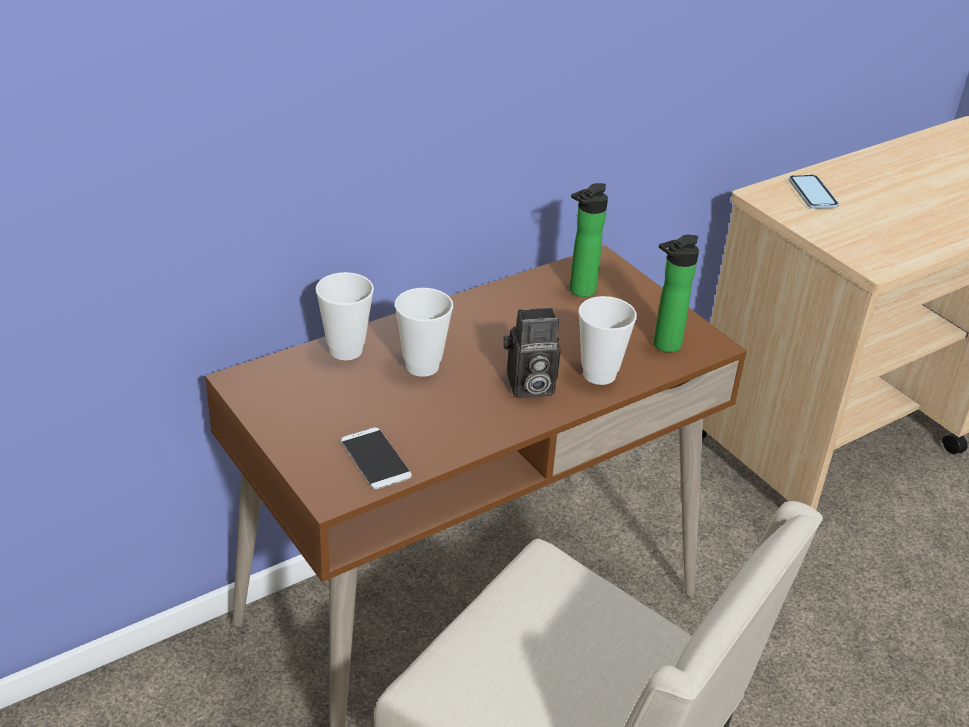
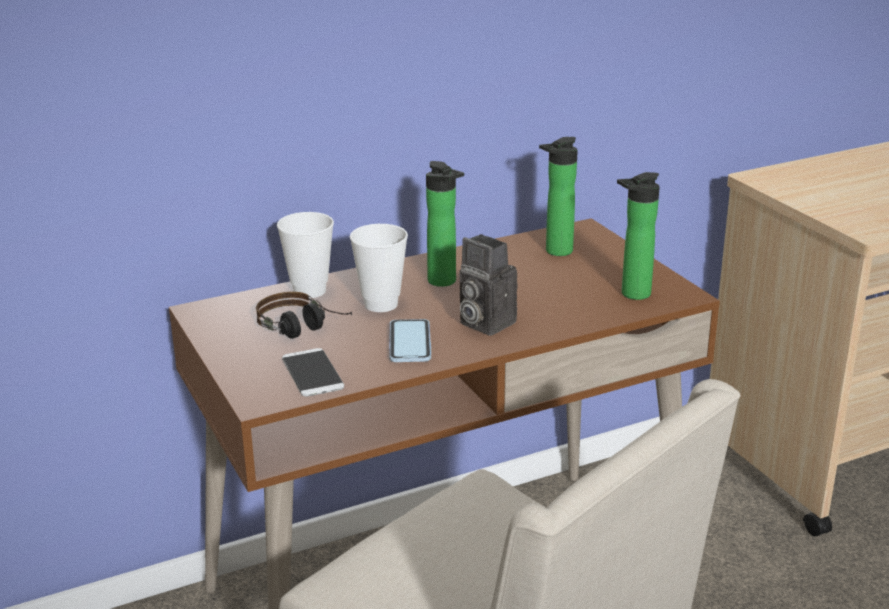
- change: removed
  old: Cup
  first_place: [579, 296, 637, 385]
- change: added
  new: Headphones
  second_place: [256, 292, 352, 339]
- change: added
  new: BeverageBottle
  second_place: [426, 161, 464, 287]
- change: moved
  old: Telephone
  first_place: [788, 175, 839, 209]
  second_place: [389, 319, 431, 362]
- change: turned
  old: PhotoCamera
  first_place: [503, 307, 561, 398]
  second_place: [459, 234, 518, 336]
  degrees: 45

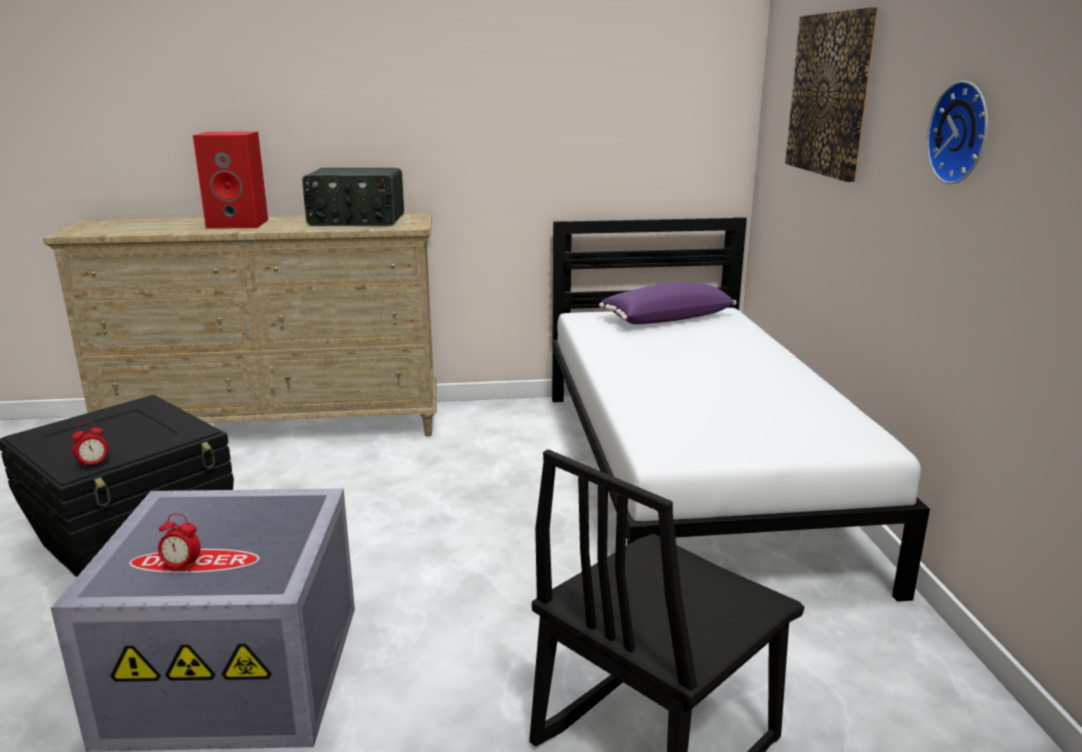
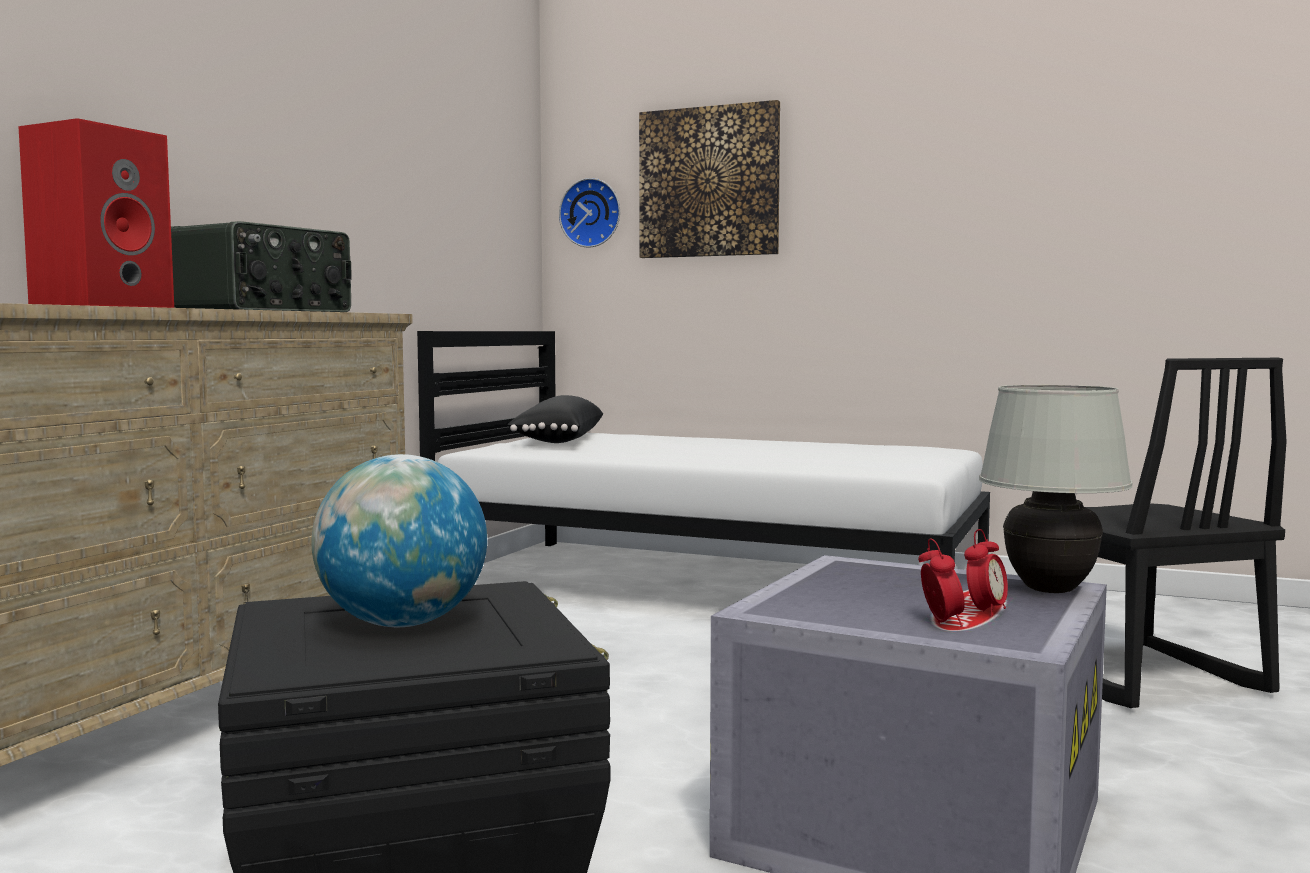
- change: added
  new: DeskGlobe
  second_place: [311, 454, 487, 627]
- change: added
  new: WhiteTableLamp
  second_place: [979, 385, 1132, 593]
- change: moved
  old: TableClock
  first_place: [71, 422, 108, 470]
  second_place: [918, 538, 965, 627]
- change: moved
  old: HangingClock
  first_place: [927, 81, 988, 184]
  second_place: [559, 178, 620, 247]
- change: recoloured
  old: PurpleCushion
  new: BlackCushion
  first_place: [599, 282, 736, 324]
  second_place: [507, 395, 603, 443]

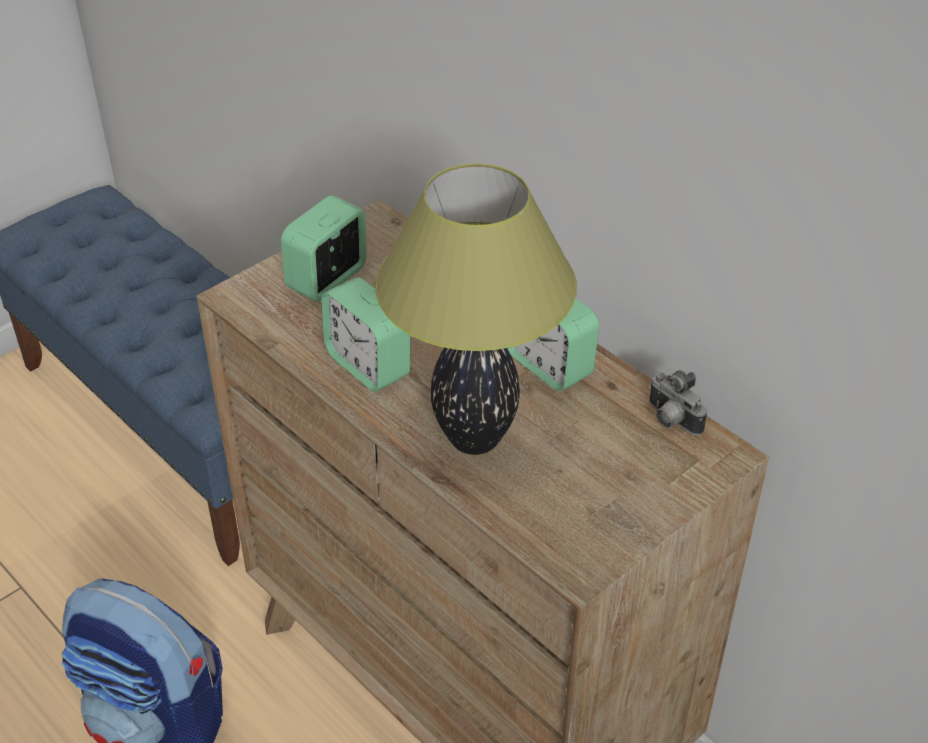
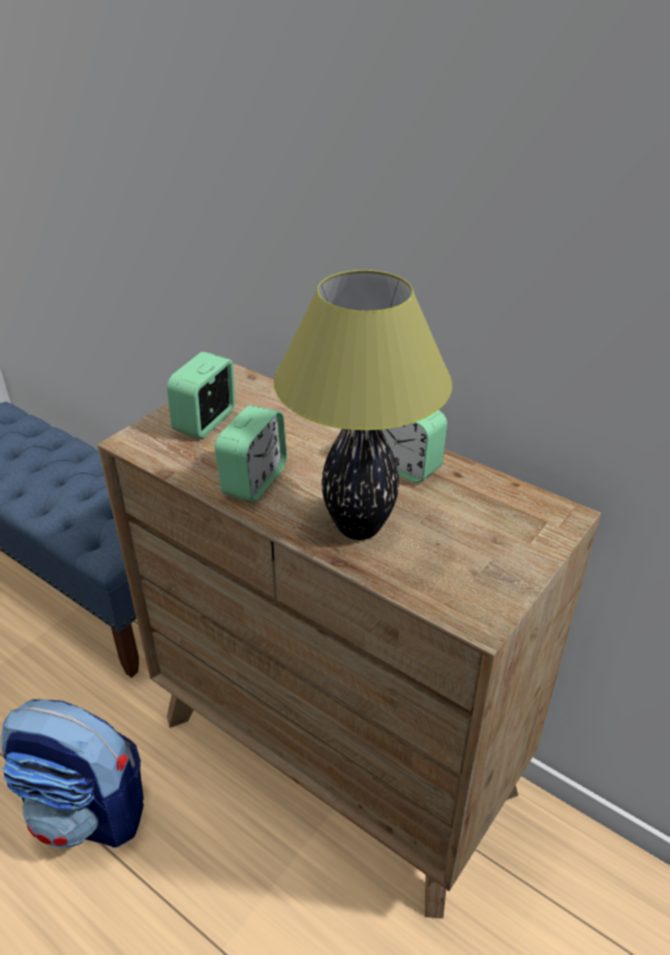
- change: removed
  old: PhotoCamera
  first_place: [649, 370, 707, 436]
- change: turned
  old: TableClock
  first_place: [321, 277, 410, 392]
  second_place: [215, 405, 287, 502]
  degrees: -105

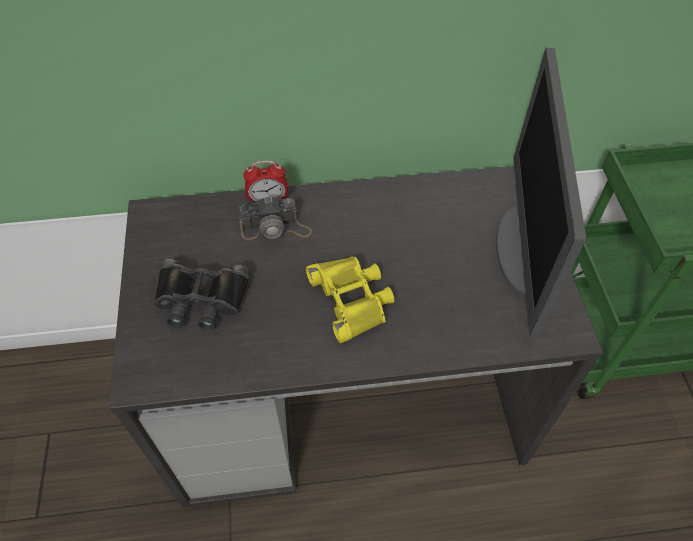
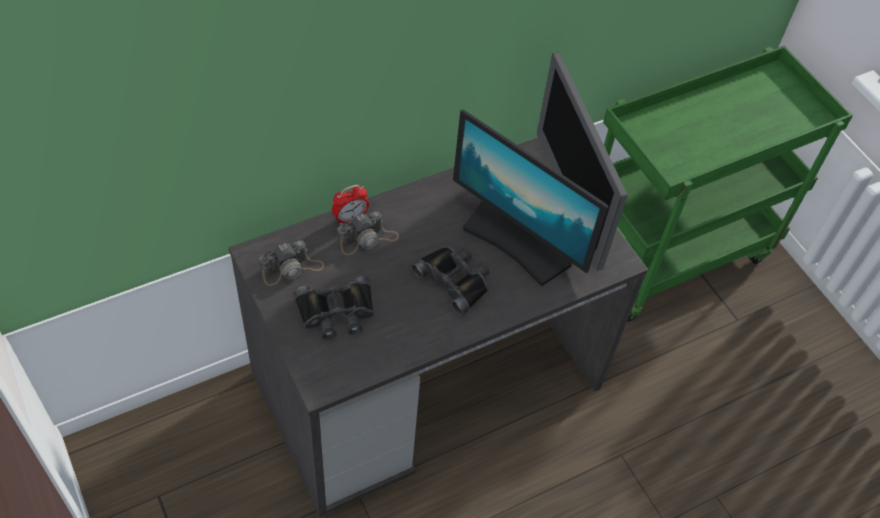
- change: added
  new: PhotoCamera
  second_place: [259, 240, 324, 286]
- change: added
  new: ComputerDisplay
  second_place: [453, 109, 609, 287]
- change: recoloured
  old: YellowishBinoculars
  new: BlackBinoculars
  first_place: [306, 257, 394, 343]
  second_place: [411, 246, 489, 315]

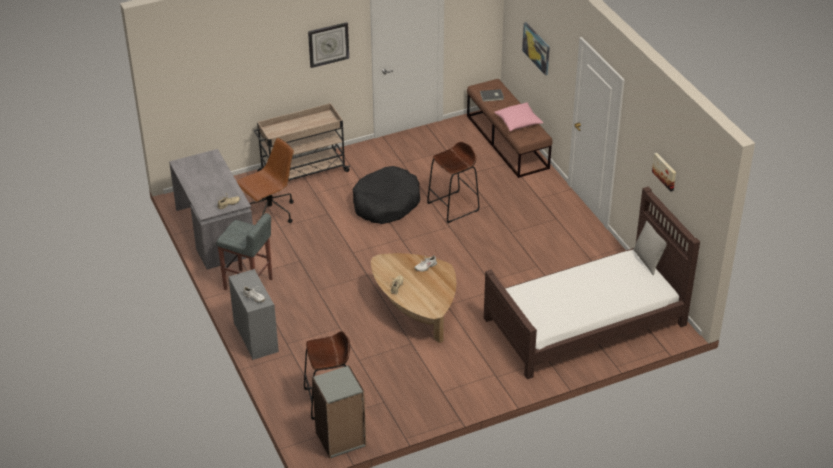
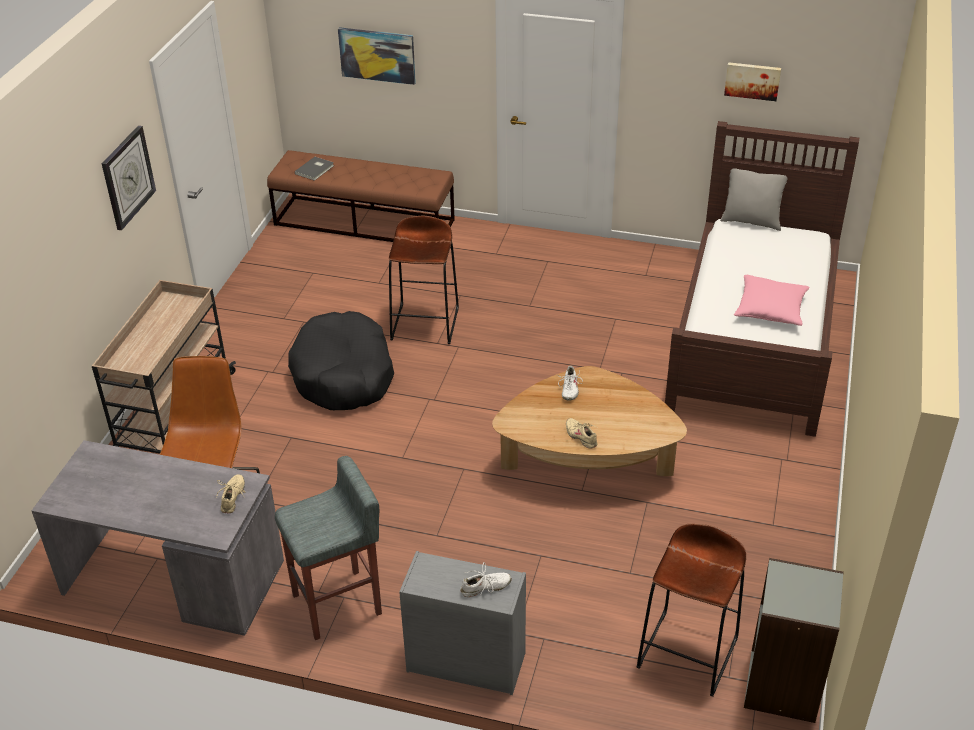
- change: moved
  old: PinkCushion
  first_place: [494, 102, 543, 131]
  second_place: [734, 275, 810, 326]

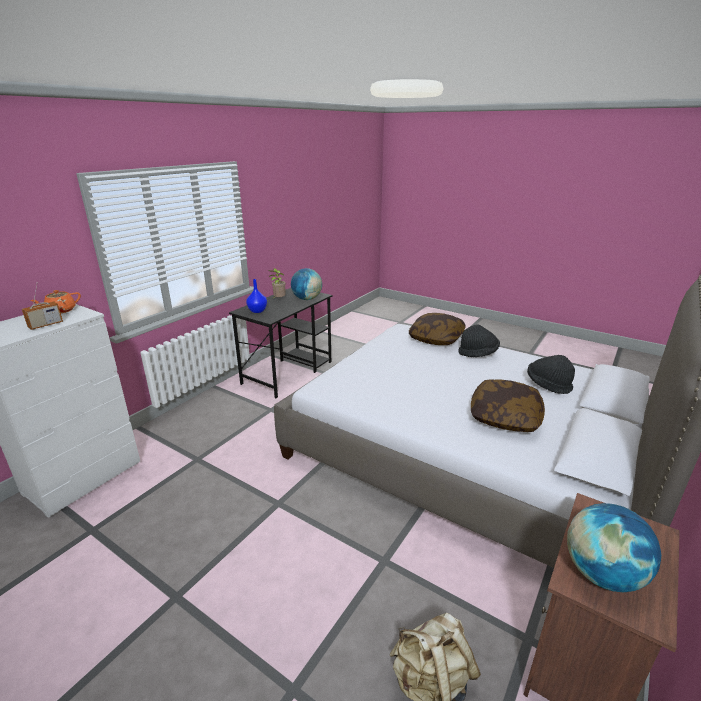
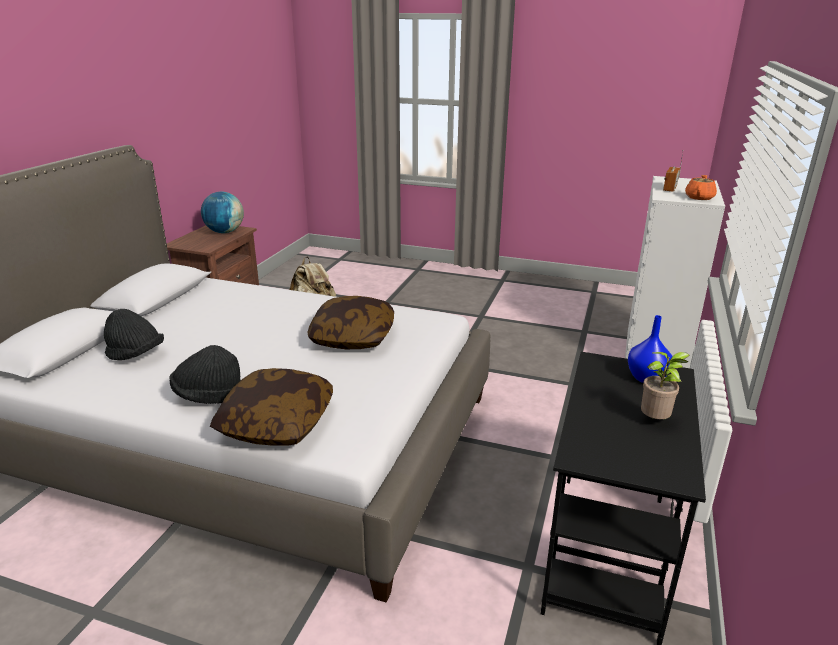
- change: removed
  old: DeskGlobe
  first_place: [291, 268, 322, 300]
- change: moved
  old: Cushion
  first_place: [471, 379, 545, 432]
  second_place: [307, 296, 394, 349]

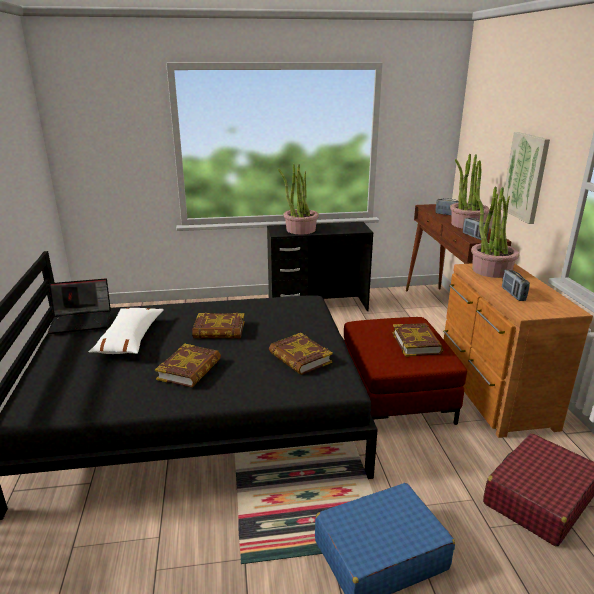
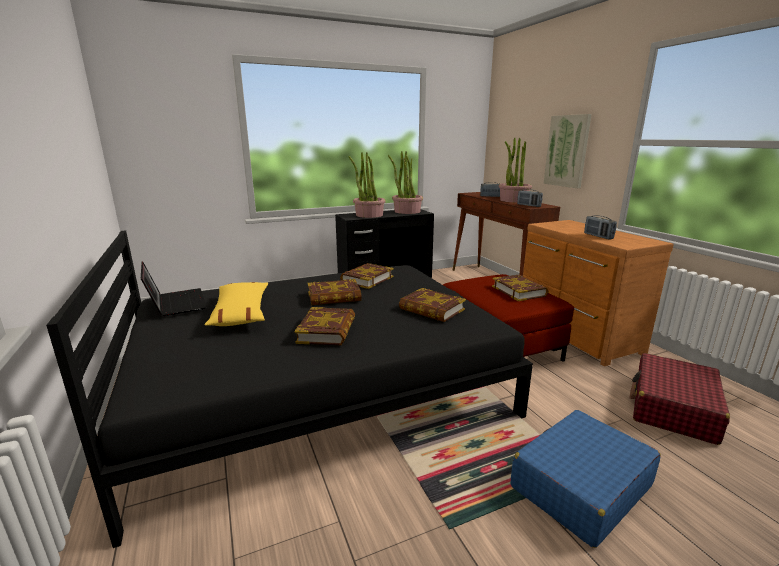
- change: added
  new: Book
  second_place: [340, 263, 394, 289]
- change: moved
  old: PlantInAPot
  first_place: [471, 186, 520, 278]
  second_place: [388, 151, 423, 214]
- change: recoloured
  old: WhiteCushion
  new: YellowishCushion
  first_place: [89, 308, 164, 354]
  second_place: [204, 282, 268, 326]
- change: turned
  old: PortableComputer
  first_place: [48, 278, 111, 334]
  second_place: [141, 261, 207, 316]
  degrees: -90

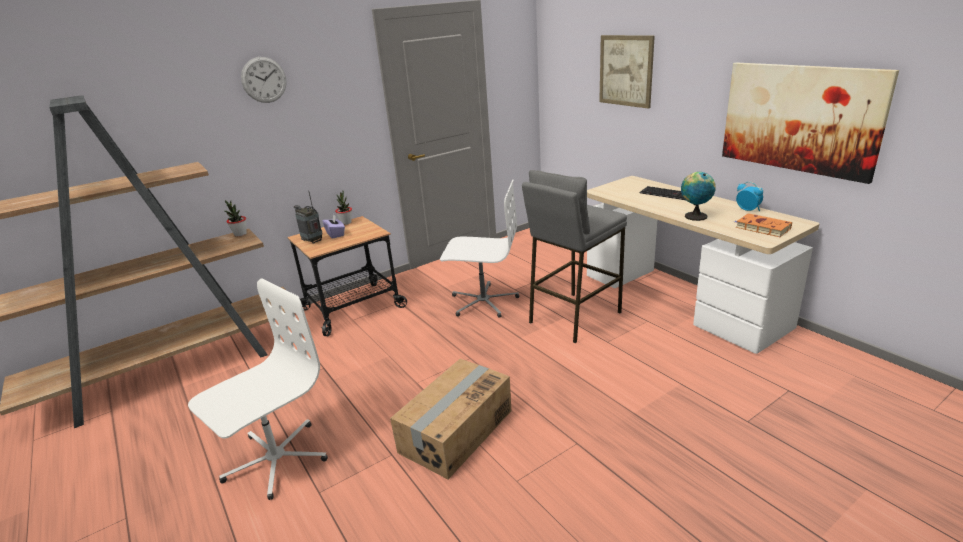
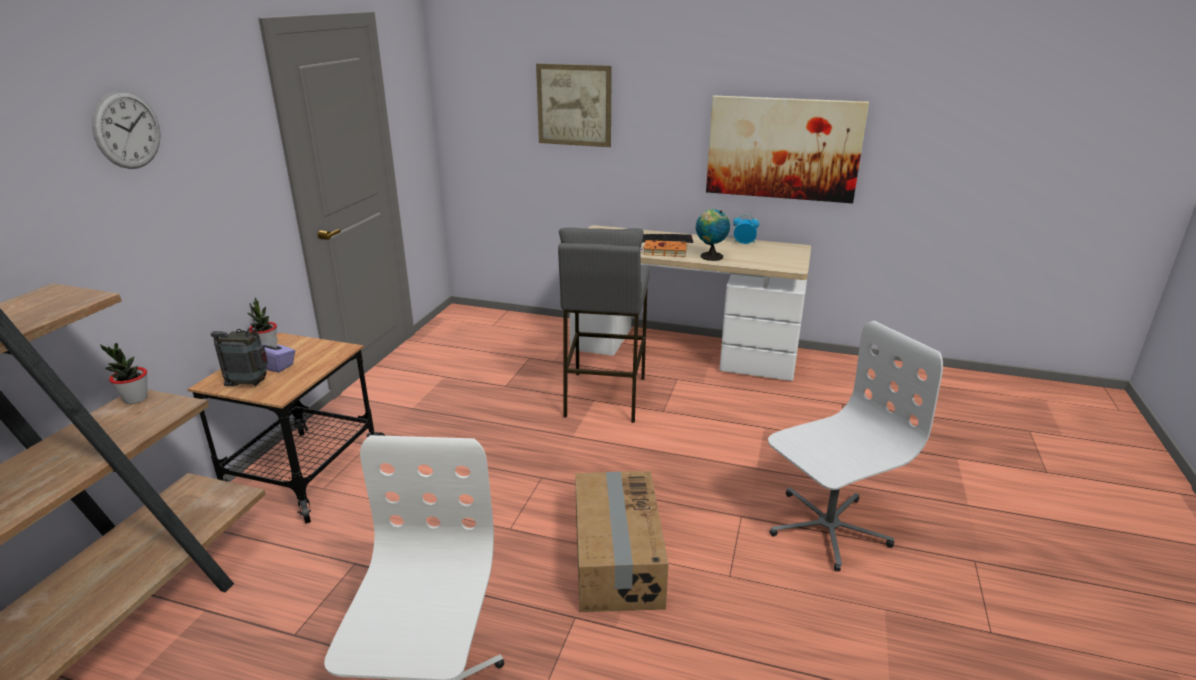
- change: moved
  old: WhiteDeskChair
  first_place: [440, 180, 519, 318]
  second_place: [768, 321, 943, 571]
- change: moved
  old: OrangeyBook
  first_place: [735, 213, 792, 237]
  second_place: [640, 240, 687, 257]

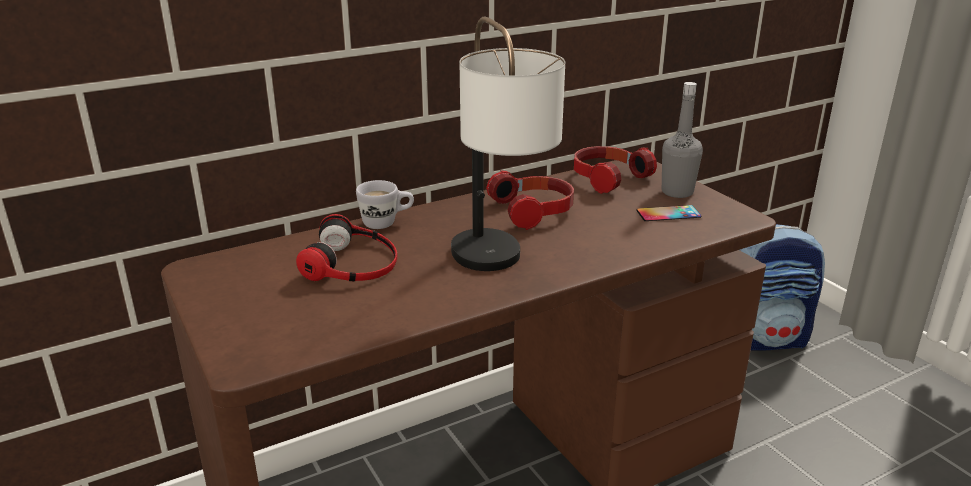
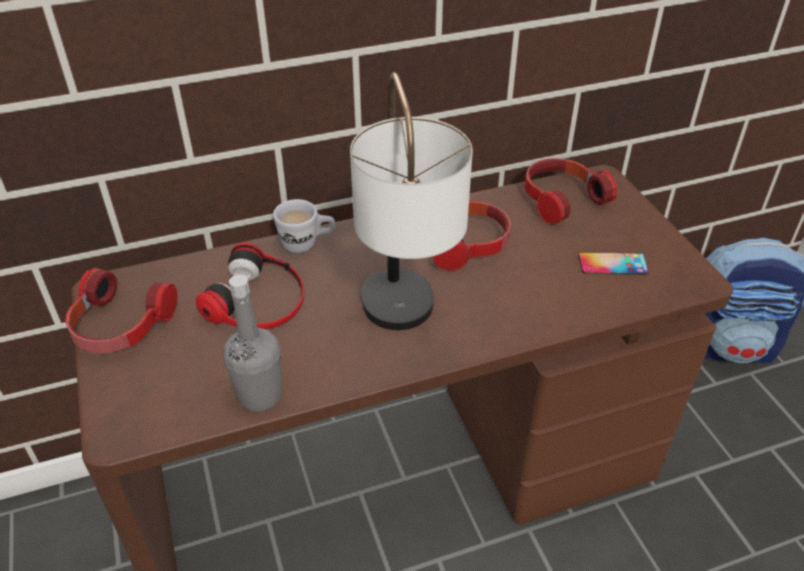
- change: added
  new: Headphones
  second_place: [65, 268, 178, 353]
- change: moved
  old: GreyishBeverageBottle
  first_place: [662, 82, 703, 198]
  second_place: [224, 275, 282, 412]

